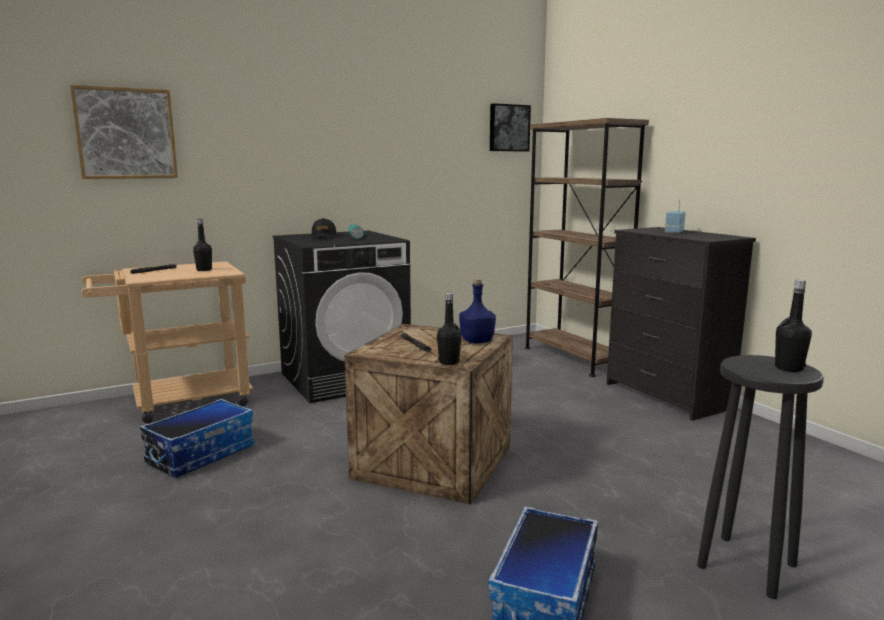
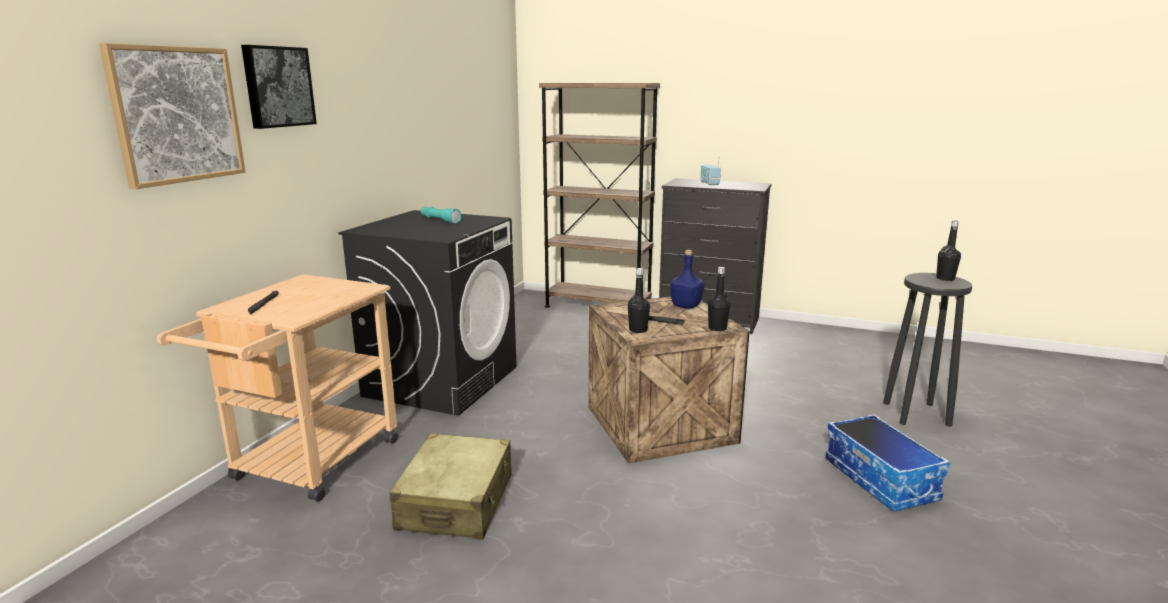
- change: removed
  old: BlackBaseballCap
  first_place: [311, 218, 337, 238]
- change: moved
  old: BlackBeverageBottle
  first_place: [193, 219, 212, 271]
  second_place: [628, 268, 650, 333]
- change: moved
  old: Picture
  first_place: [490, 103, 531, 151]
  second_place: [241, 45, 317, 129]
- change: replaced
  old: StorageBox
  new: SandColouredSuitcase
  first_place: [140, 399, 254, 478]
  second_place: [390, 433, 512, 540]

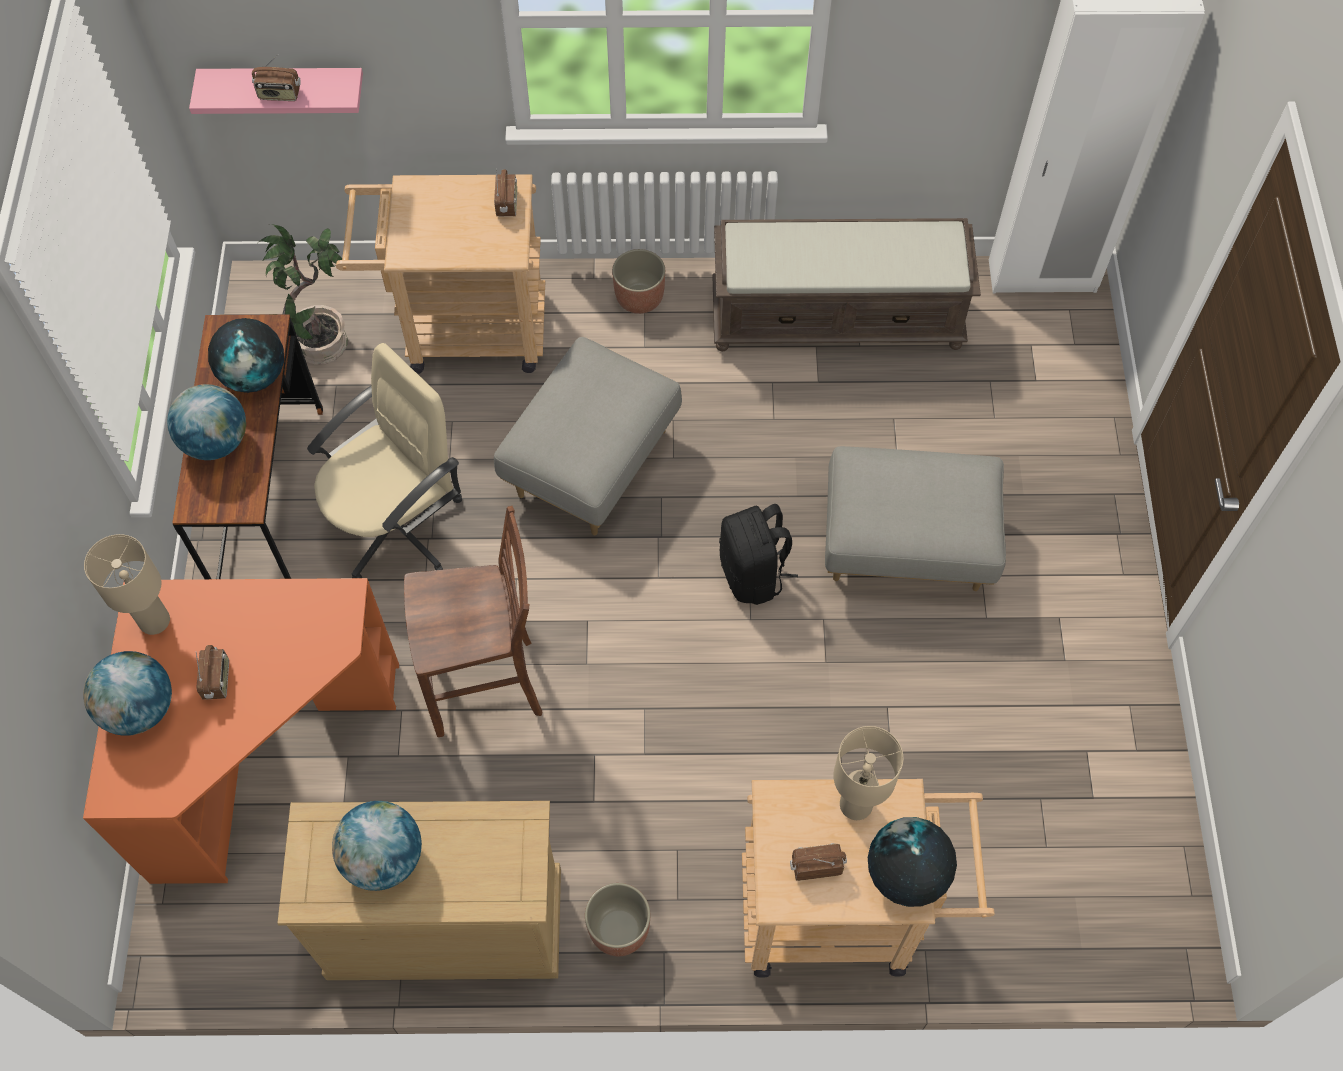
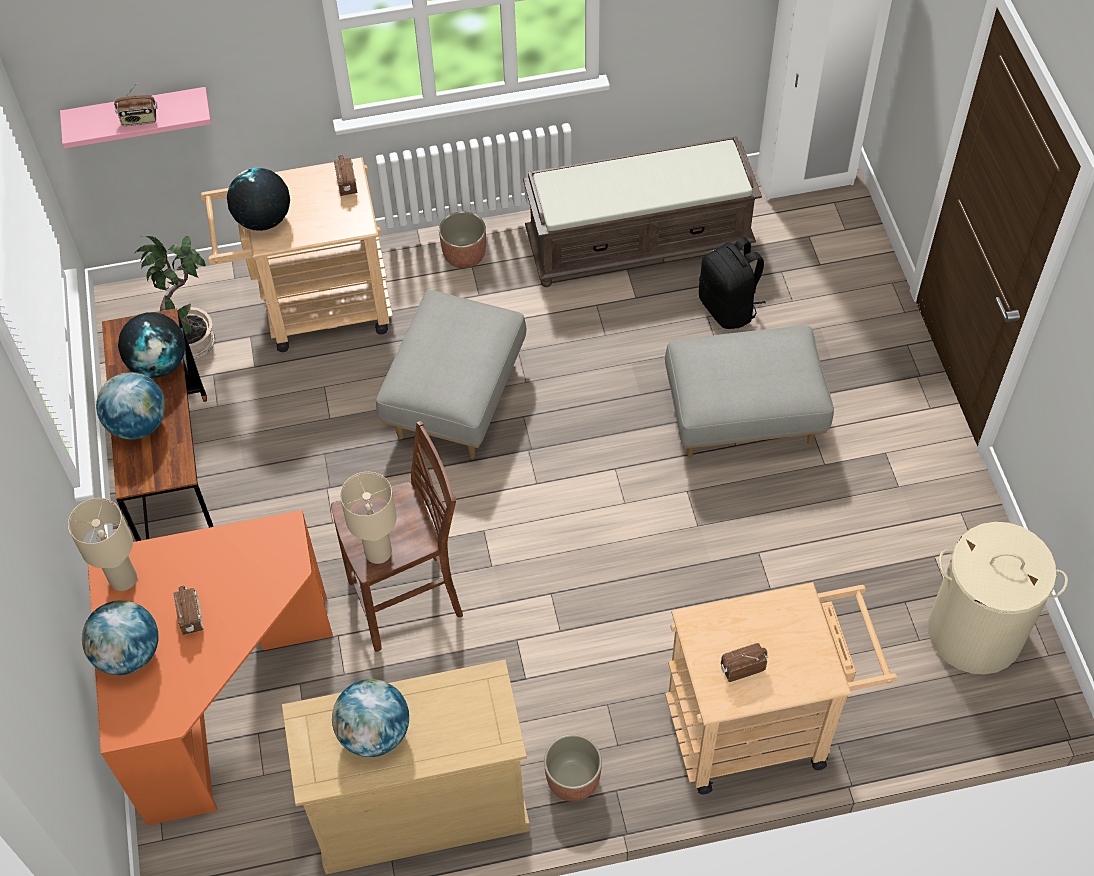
- change: removed
  old: SandColouredDeskChair
  first_place: [307, 343, 462, 578]
- change: added
  new: SandColouredHamper
  second_place: [928, 522, 1068, 675]
- change: moved
  old: BlackKnapsack
  first_place: [719, 504, 798, 605]
  second_place: [699, 237, 766, 329]
- change: moved
  old: SandColouredTableLamp
  first_place: [833, 726, 903, 820]
  second_place: [340, 472, 397, 564]
- change: moved
  old: DeskGlobe
  first_place: [868, 817, 957, 907]
  second_place: [227, 168, 290, 231]

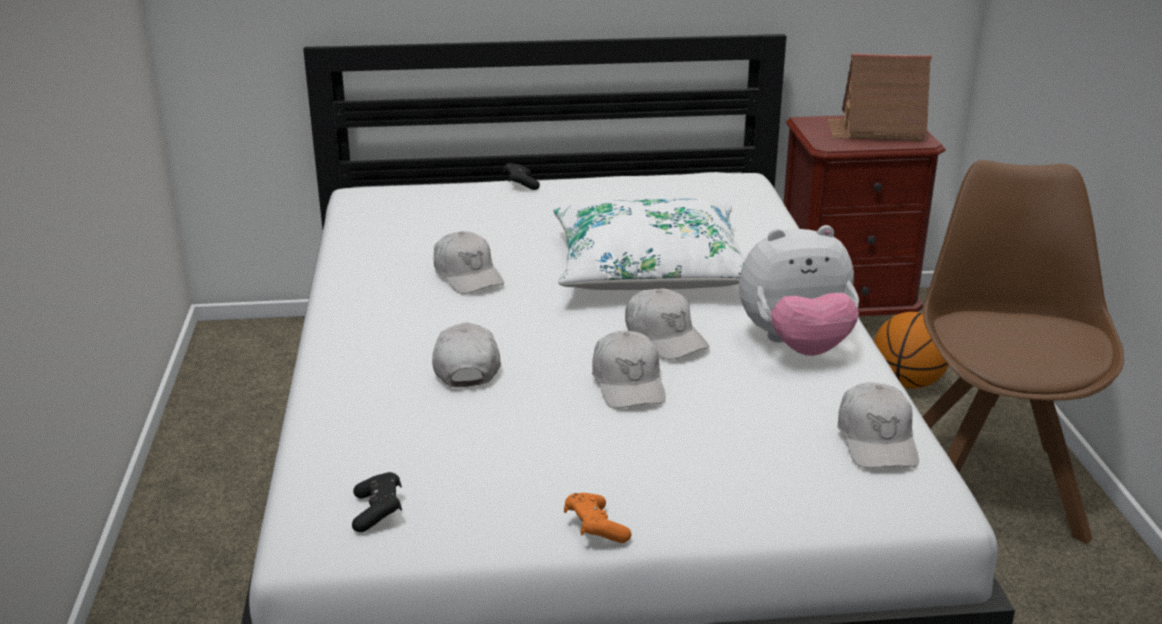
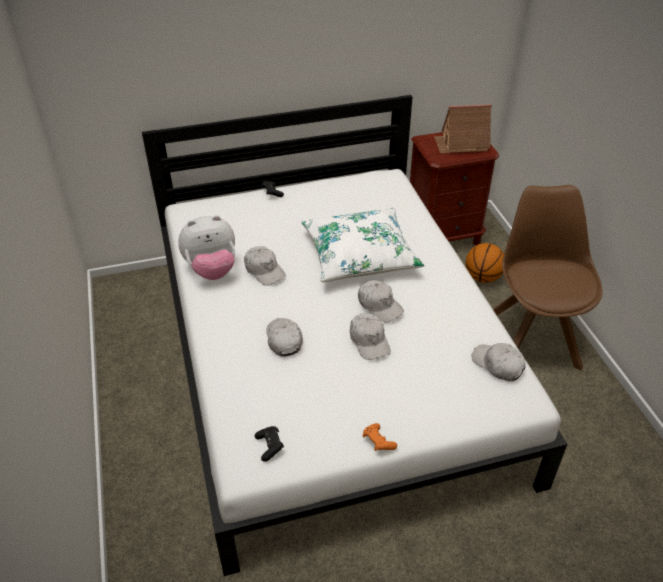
- change: moved
  old: CuddlyToy
  first_place: [739, 225, 859, 356]
  second_place: [178, 215, 235, 280]
- change: turned
  old: WhiteBaseballCap
  first_place: [837, 382, 919, 468]
  second_place: [471, 343, 526, 382]
  degrees: 150

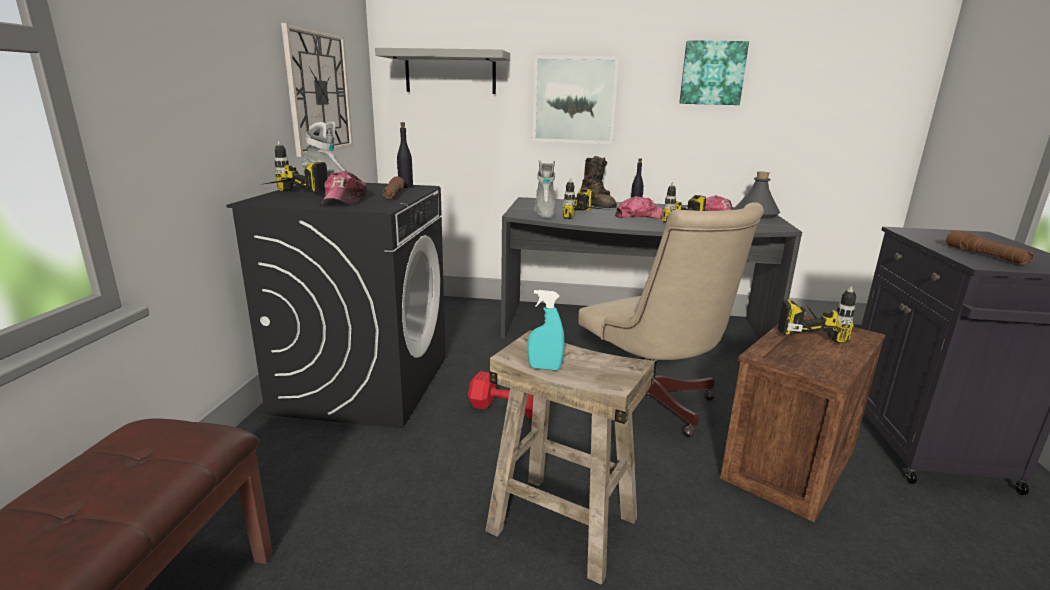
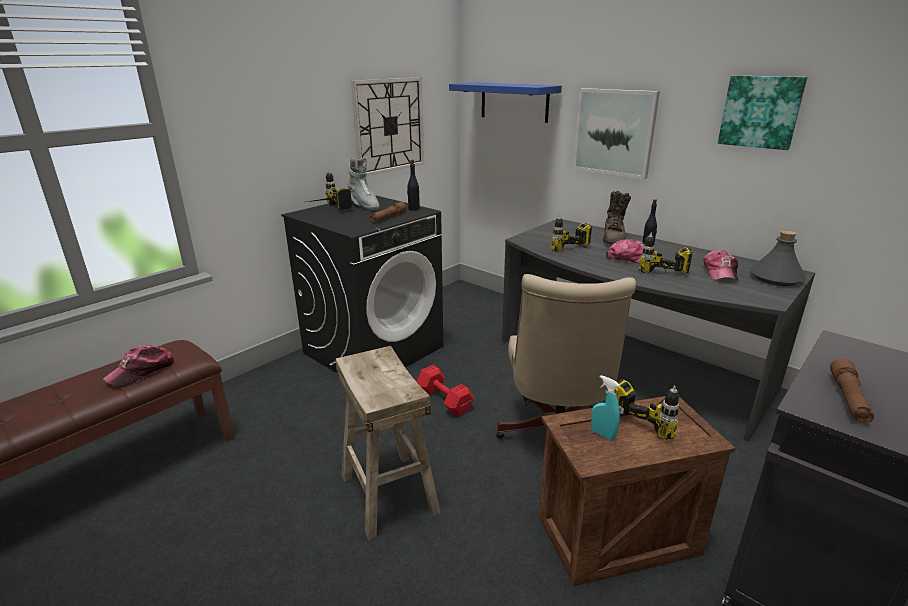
- change: removed
  old: GreyishHighTopBoot
  first_place: [534, 160, 556, 219]
- change: moved
  old: BaseballCap
  first_place: [321, 171, 367, 206]
  second_place: [103, 345, 176, 387]
- change: moved
  old: BlueGreenSprayBottle
  first_place: [528, 290, 564, 370]
  second_place: [591, 375, 620, 440]
- change: recoloured
  old: GreyishWallShelf
  new: BluishWallShelf
  first_place: [375, 48, 510, 94]
  second_place: [449, 82, 562, 123]

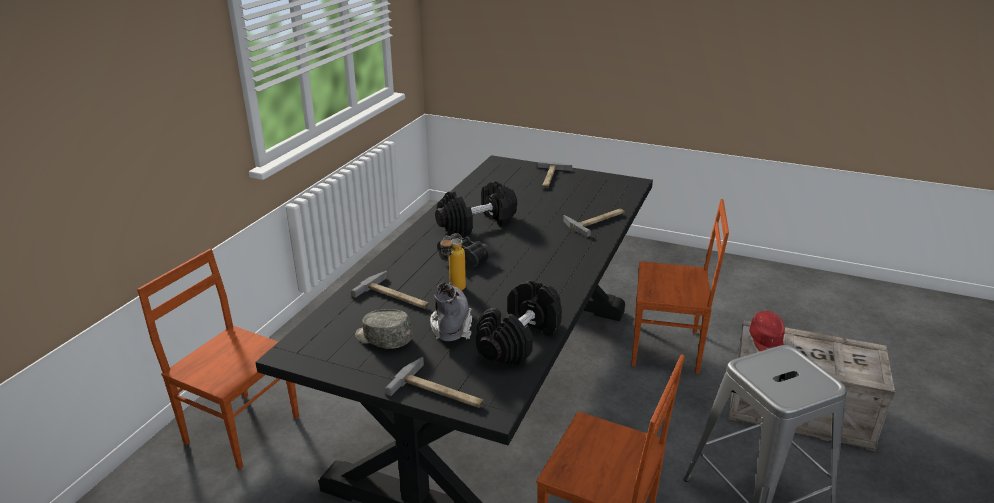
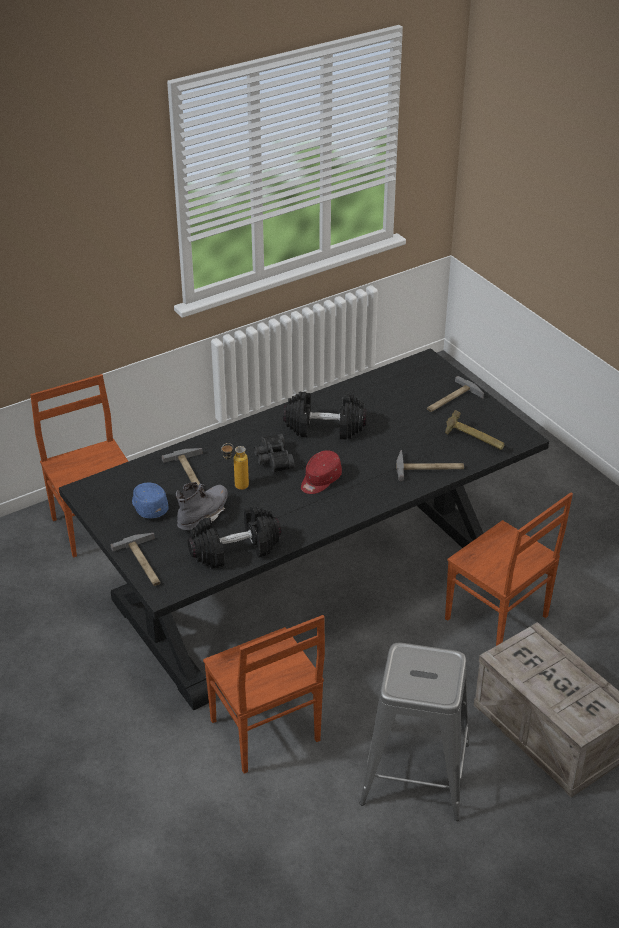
- change: added
  new: HandHammer
  second_place: [445, 410, 504, 450]
- change: moved
  old: ReddishBaseballCap
  first_place: [749, 311, 785, 351]
  second_place: [301, 450, 342, 494]
- change: recoloured
  old: GreyishBaseballCap
  new: BluishBaseballCap
  first_place: [355, 309, 413, 349]
  second_place: [132, 483, 169, 518]

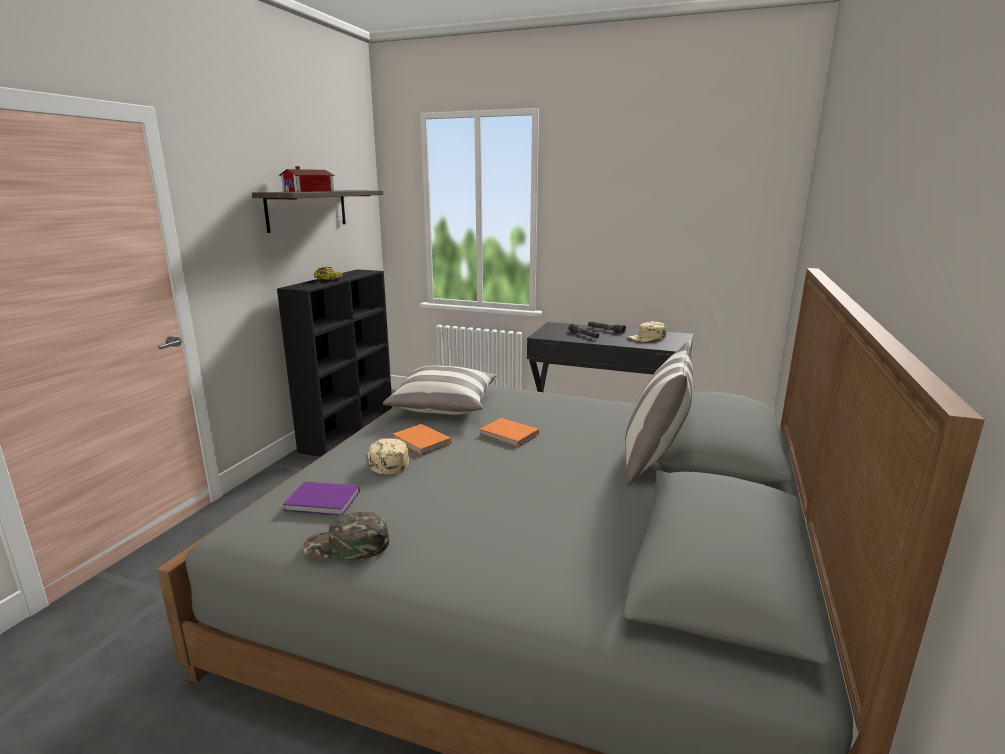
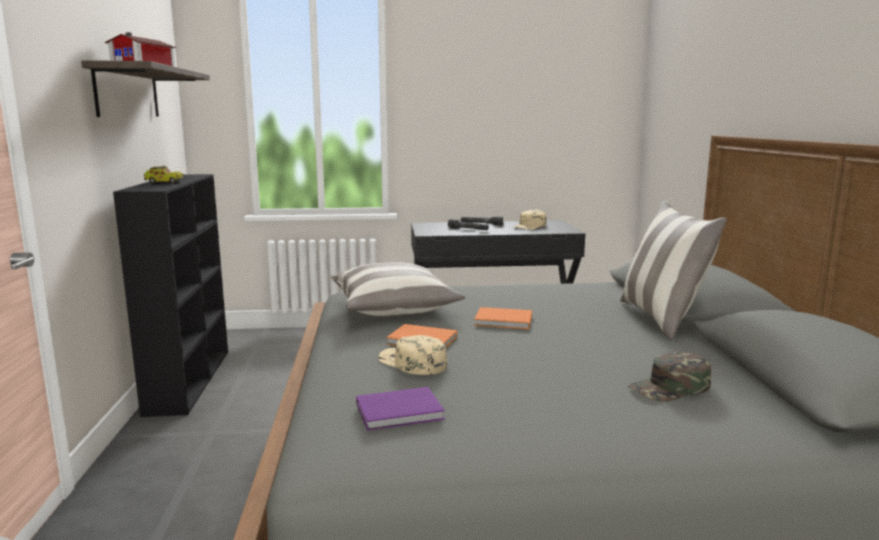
- change: moved
  old: GreenColouredBaseballCap
  first_place: [303, 512, 389, 560]
  second_place: [628, 351, 711, 402]

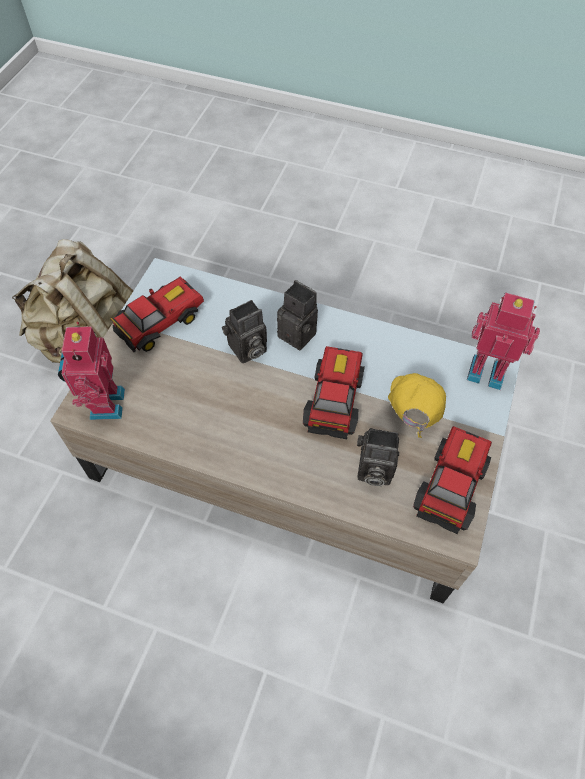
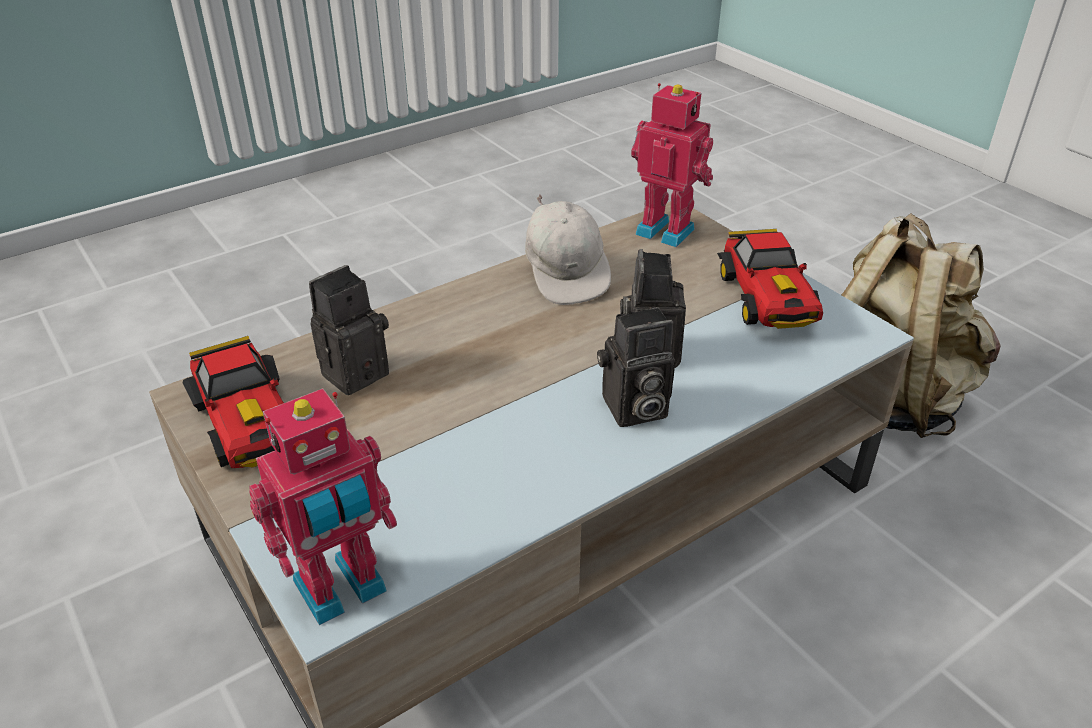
- change: removed
  old: ModelCar
  first_place: [303, 346, 365, 439]
- change: removed
  old: YellowishBaseballCap
  first_place: [388, 373, 446, 438]
- change: added
  new: WhiteBaseballCap
  second_place: [525, 194, 611, 305]

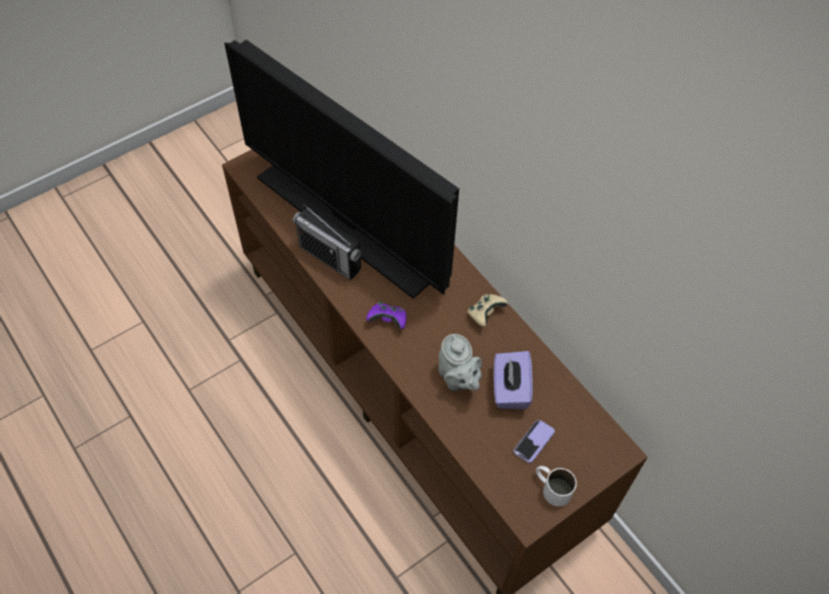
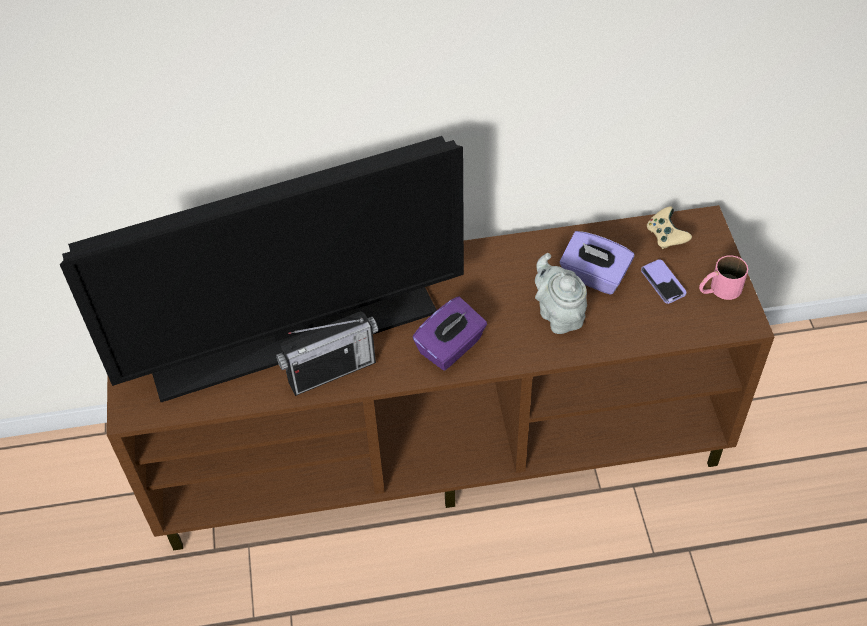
- change: moved
  old: SandColouredGameController
  first_place: [468, 294, 508, 327]
  second_place: [647, 207, 692, 249]
- change: replaced
  old: PurpleGameController
  new: PurpleBoxOfTissues
  first_place: [366, 301, 406, 329]
  second_place: [413, 297, 487, 370]
- change: recoloured
  old: WhiteCoffeeMug
  new: PinkCoffeeMug
  first_place: [536, 466, 577, 506]
  second_place: [699, 255, 748, 300]
- change: turned
  old: GreyishTeapot
  first_place: [439, 334, 482, 391]
  second_place: [535, 253, 587, 334]
  degrees: -120

